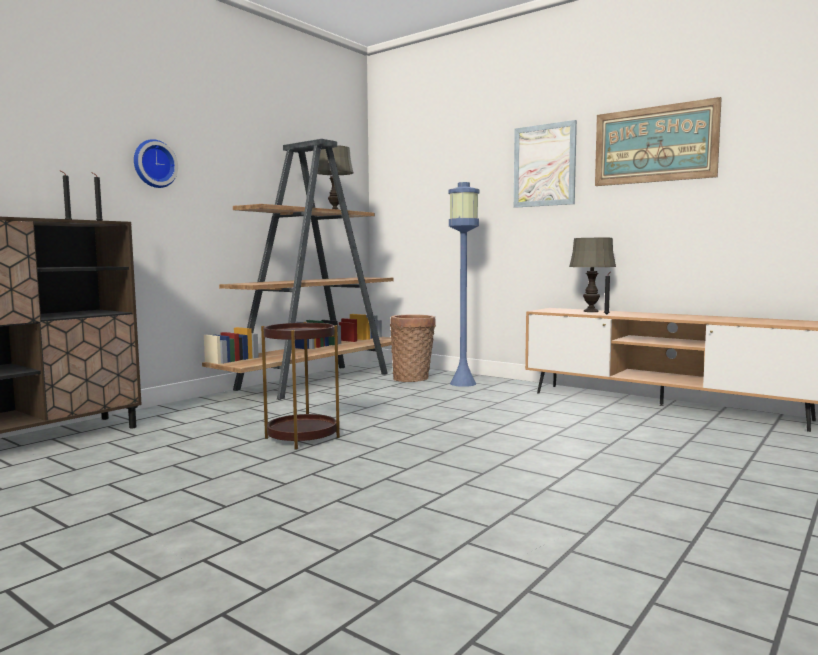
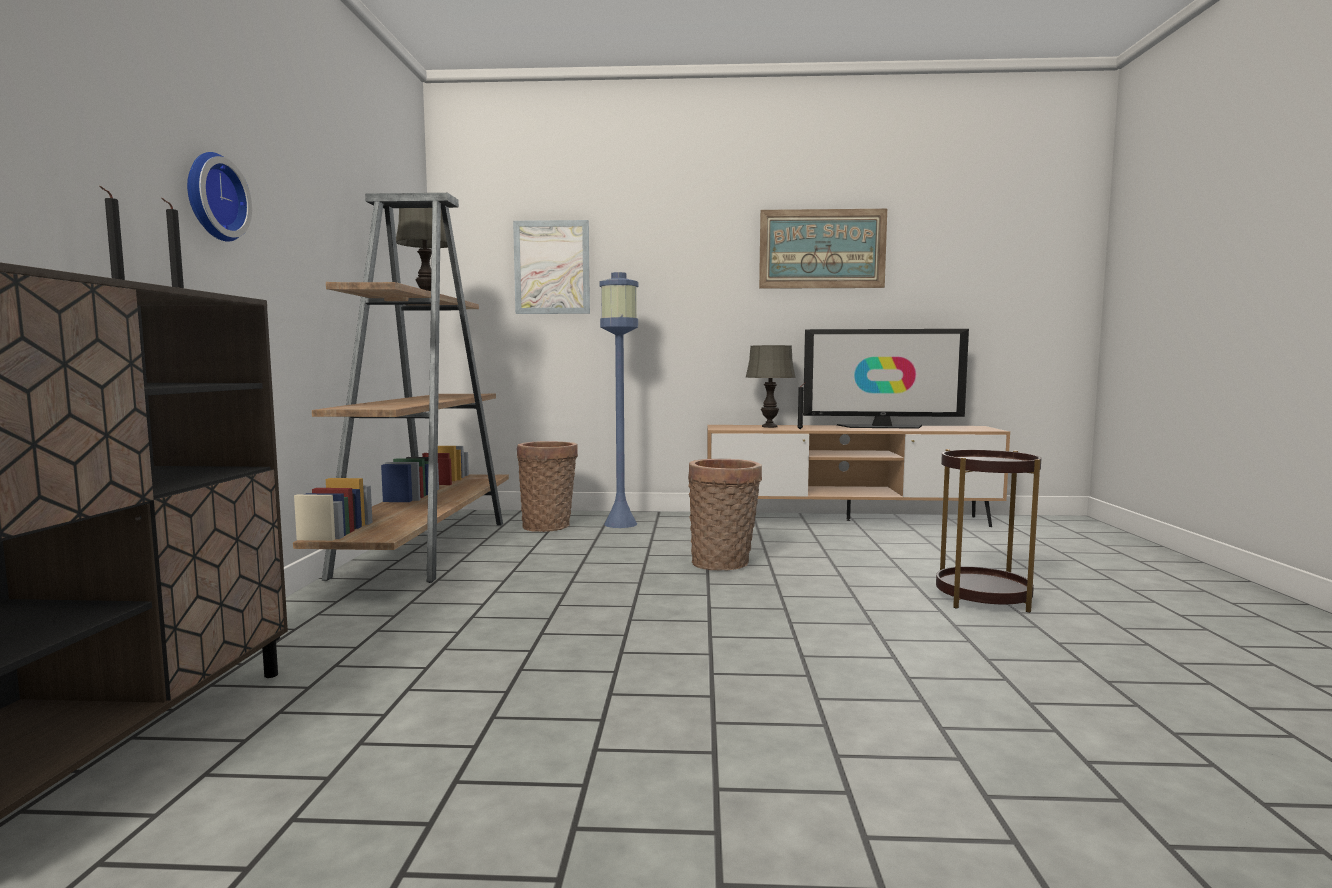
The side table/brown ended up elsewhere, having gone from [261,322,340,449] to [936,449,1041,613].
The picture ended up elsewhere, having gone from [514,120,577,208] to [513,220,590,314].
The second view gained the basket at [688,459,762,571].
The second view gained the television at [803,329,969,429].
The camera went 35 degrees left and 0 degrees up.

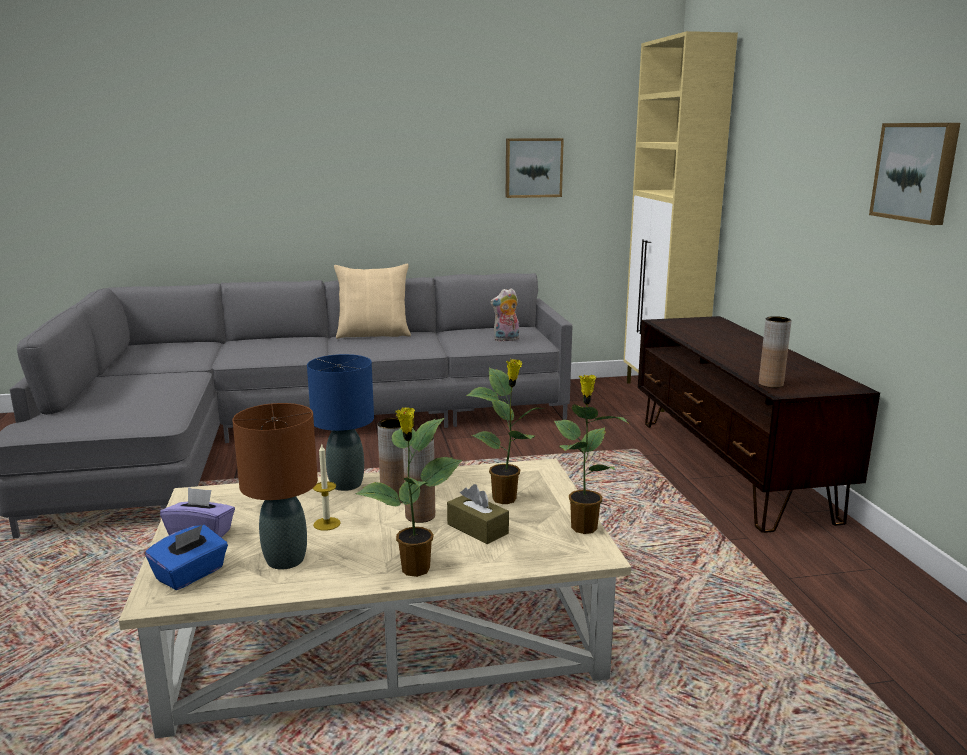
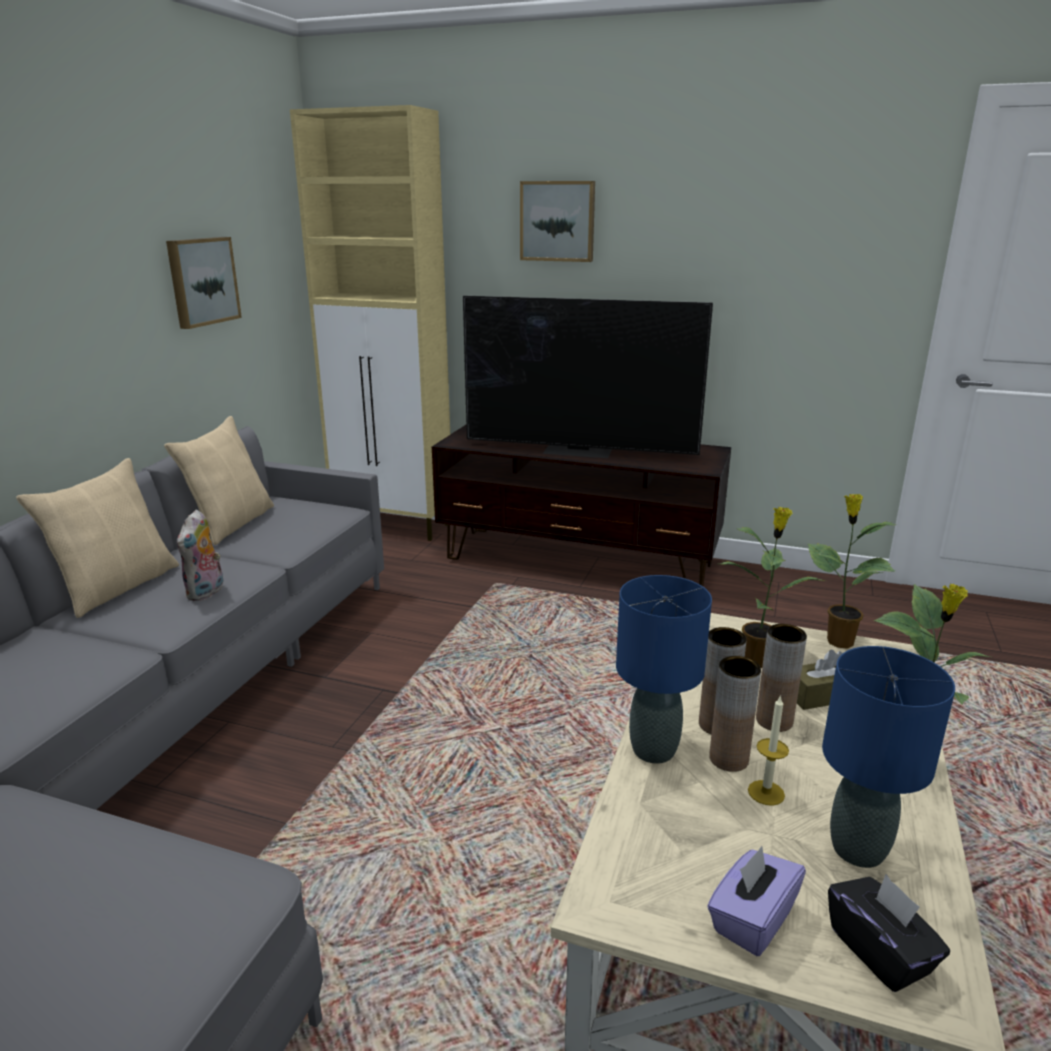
What was the tissue box/blue at [145,525,228,590] turned into the tissue box/black at [828,874,950,992].
What was the table lamp/brown at [232,403,318,569] turned into the table lamp/blue at [822,646,955,868].
The plush toy ended up elsewhere, having gone from [490,288,519,341] to [177,510,223,601].
The vase/brown ended up elsewhere, having gone from [759,316,792,388] to [709,656,761,772].
The picture ended up elsewhere, having gone from [869,123,960,225] to [520,181,595,262].
The second view gained the pillow/beige at [164,416,274,545].
The second view gained the television at [463,296,713,458].
The camera went 60 degrees left and 5 degrees up.

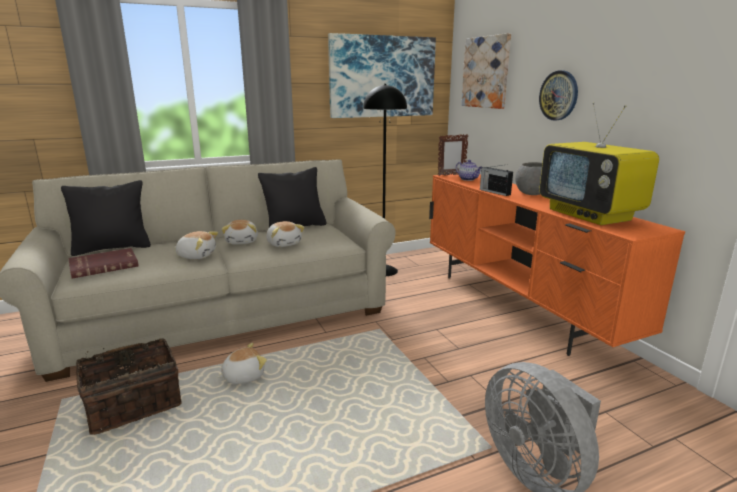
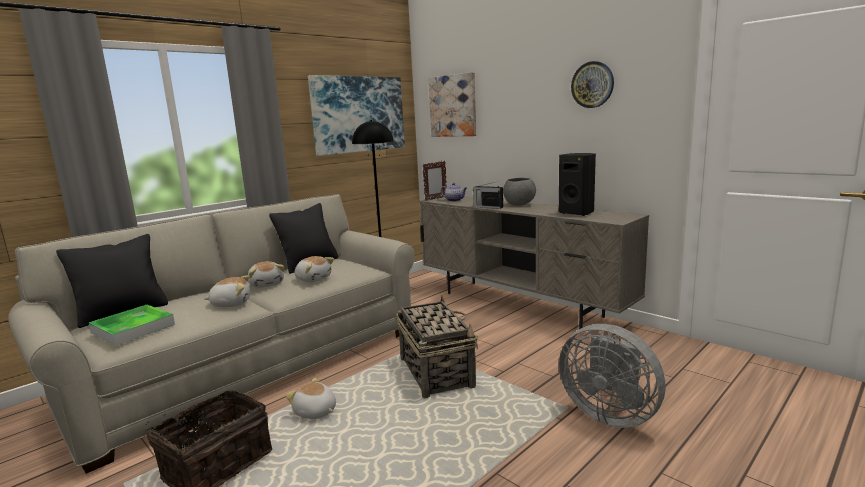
Where the book/red stood at [68,248,139,279], the tray came to stand at [89,305,175,346].
The plush toy at [217,343,267,384] ended up facing another way, 90 degrees counterclockwise from before.
What was the tv stand/orange at [429,174,685,356] turned into the tv stand/beige at [420,196,649,329].
The wall clock ended up elsewhere, having gone from [539,71,578,120] to [571,61,614,108].
Where the television stood at [539,102,659,225], the speaker/black came to stand at [559,153,596,216].
The second view gained the basket at [397,295,478,398].
The camera went 20 degrees left and 5 degrees down.

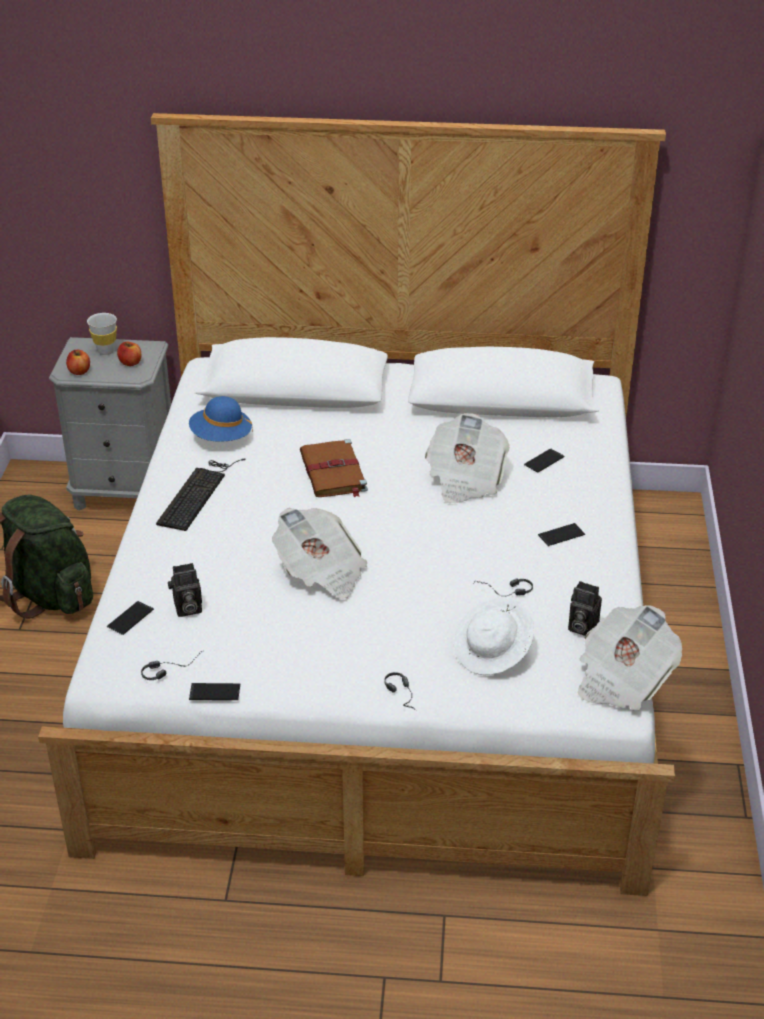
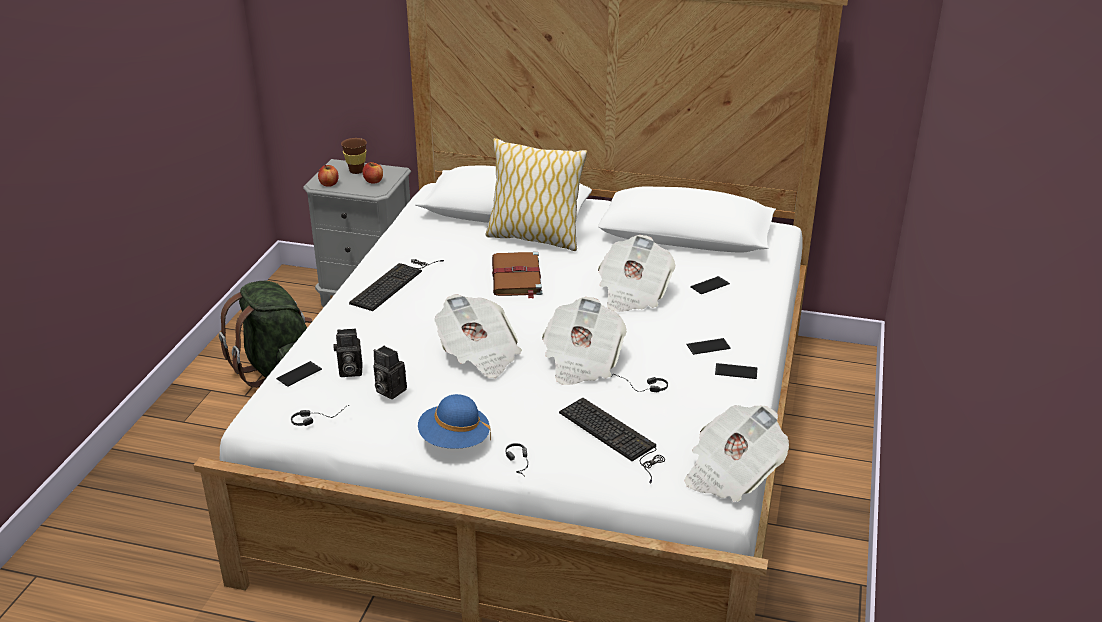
What was the cup/white at [87,313,117,355] turned into the cup/brown at [341,138,367,174].
The hat/blue ended up elsewhere, having gone from [189,396,253,442] to [418,394,491,449].
The phone ended up elsewhere, having gone from [189,683,240,700] to [715,363,758,379].
Where the hat/white stood at [454,598,534,675], the keyboard came to stand at [559,398,665,484].
The photo camera ended up elsewhere, having gone from [568,581,602,636] to [374,346,407,399].
The second view gained the pillow at [485,138,587,251].
The second view gained the newspaper at [542,297,627,385].
The camera went 10 degrees right and 5 degrees down.

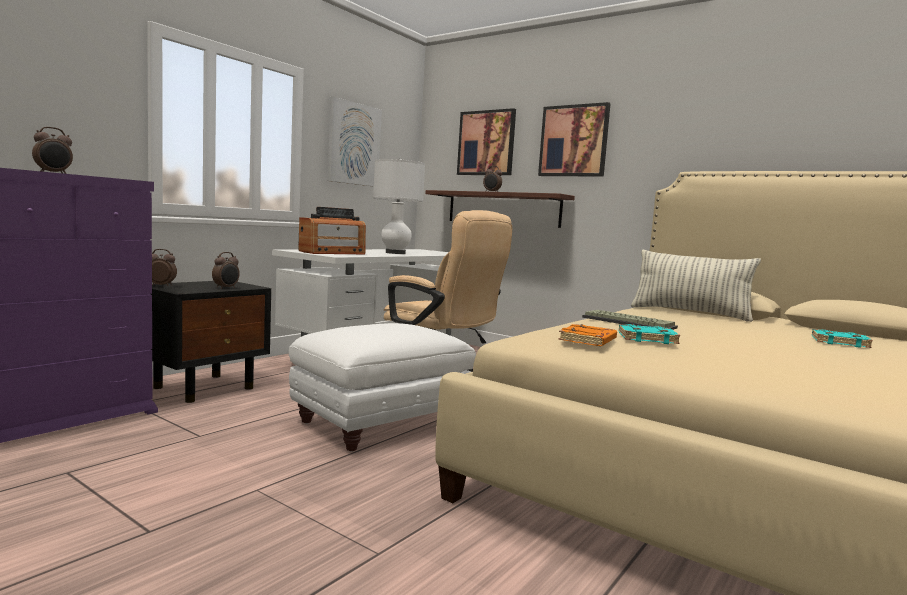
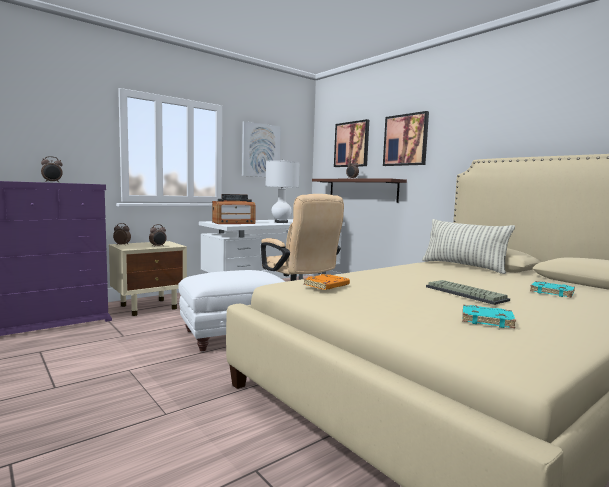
What was the nightstand/black at [150,281,271,403] turned into the nightstand/beige at [109,241,187,316].
The keyboard ended up elsewhere, having gone from [582,310,678,330] to [426,280,510,305].
The book/turquoise ended up elsewhere, having gone from [619,324,680,344] to [462,305,516,328].
The camera went 15 degrees right and 0 degrees up.

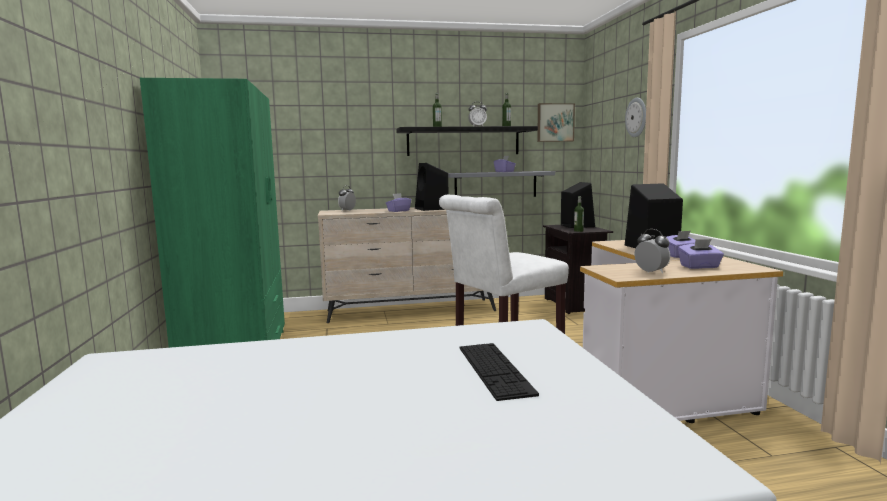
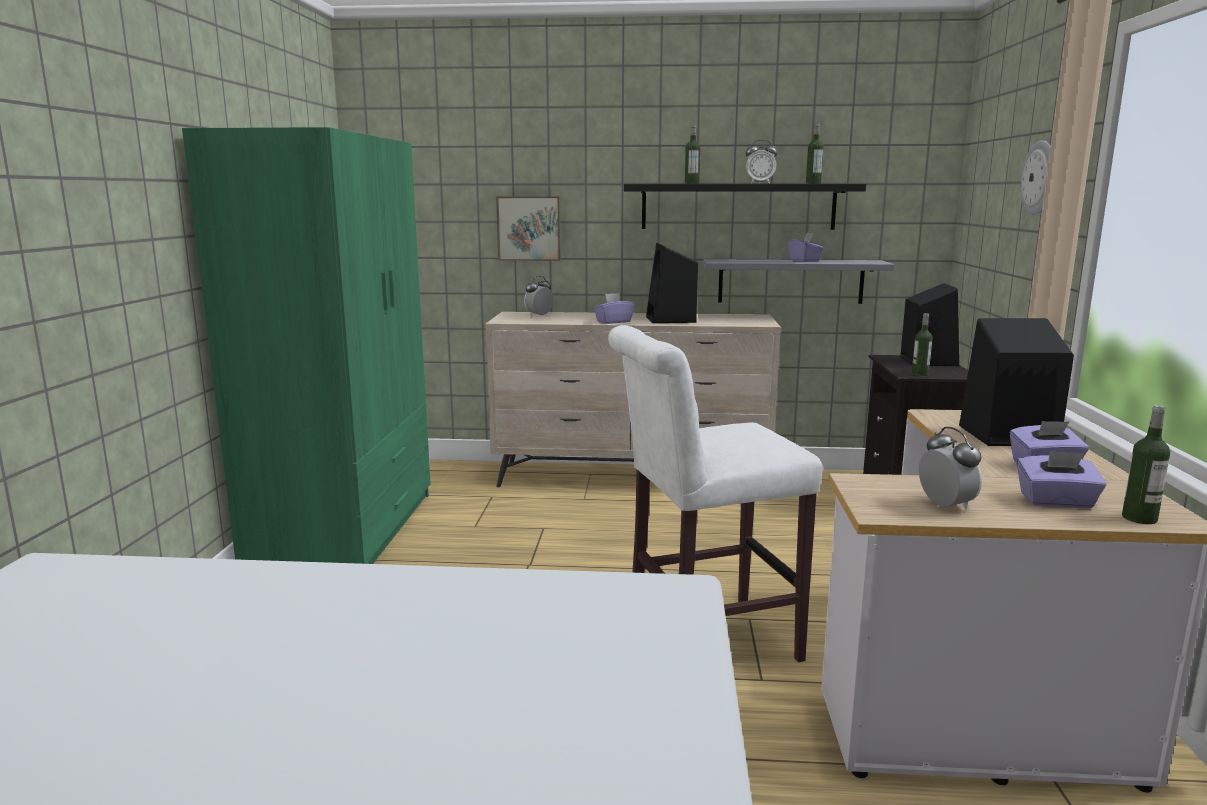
The second view lost the keyboard at [459,343,539,401].
The picture ended up elsewhere, having gone from [537,103,575,142] to [496,197,561,261].
The second view gained the bottle at [1122,405,1170,524].
The camera went 15 degrees right and 5 degrees up.

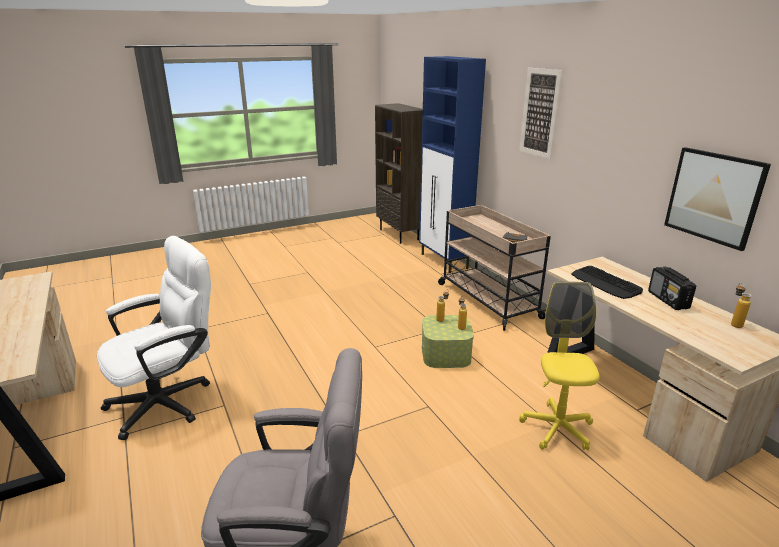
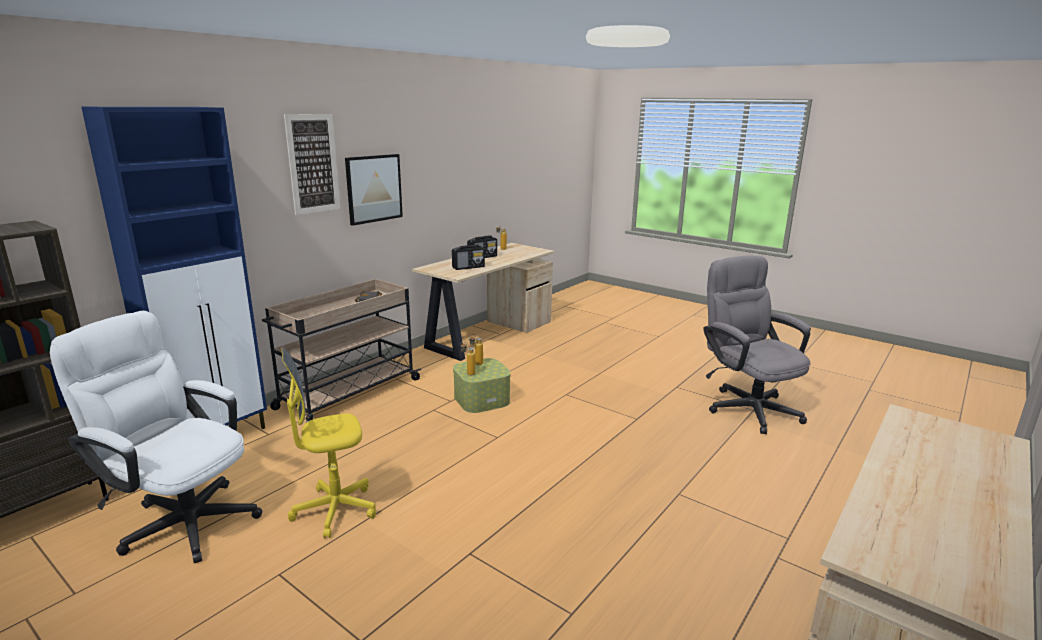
The office chair/white ended up elsewhere, having gone from [97,236,211,440] to [50,311,262,563].
The office chair/yellow ended up elsewhere, having gone from [519,281,600,450] to [281,347,376,538].
Where the keyboard stood at [571,266,643,299], the radio came to stand at [452,245,485,270].
The picture ended up elsewhere, having gone from [664,147,771,251] to [345,154,403,226].
The camera went 115 degrees left and 5 degrees down.

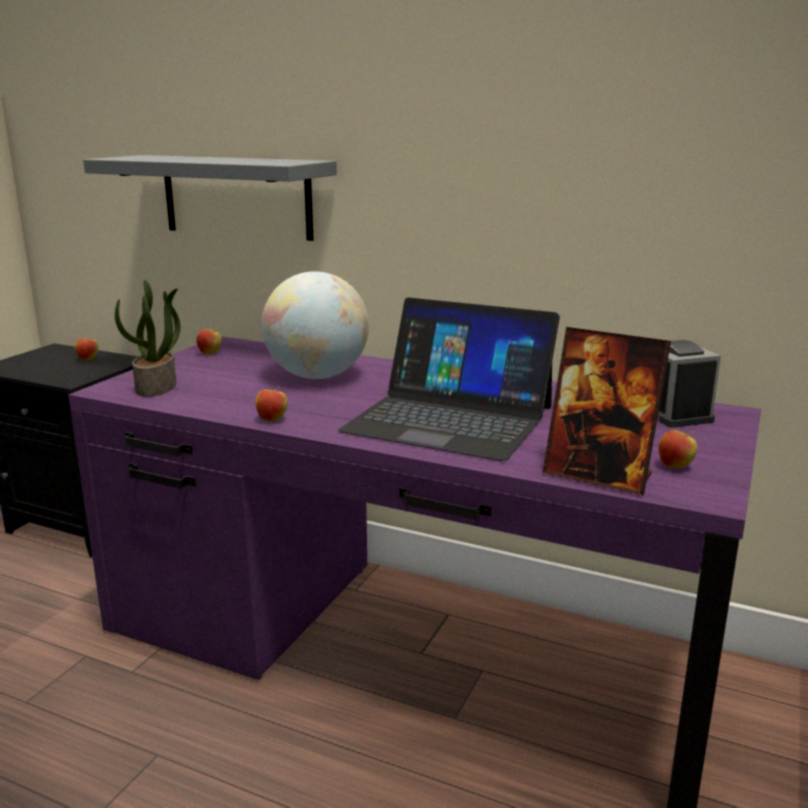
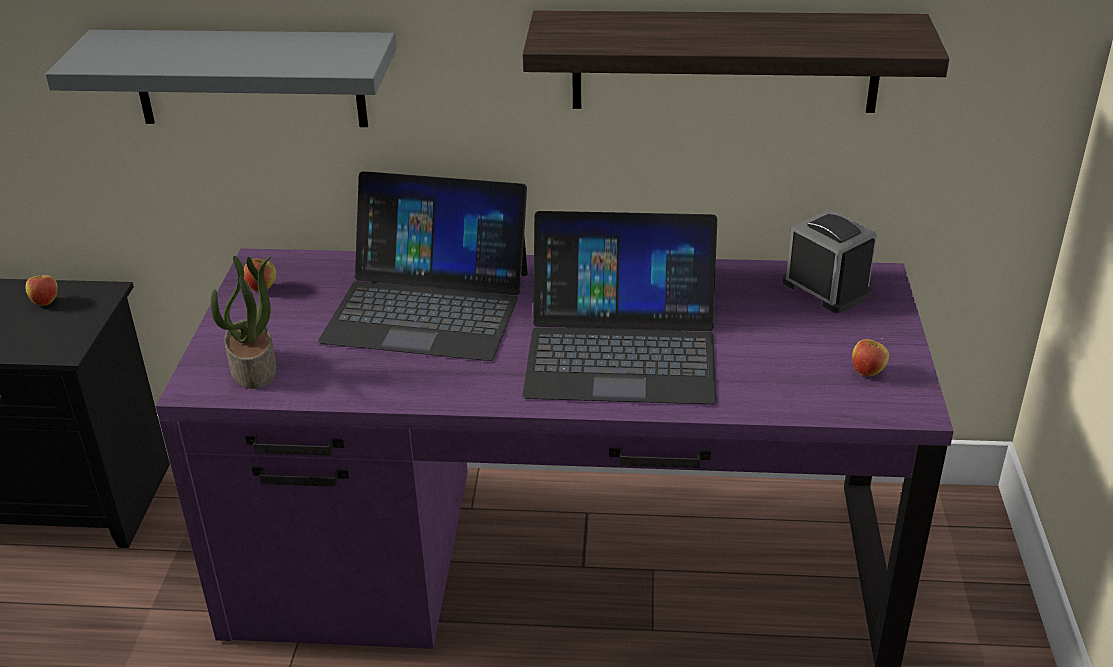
The second view lost the apple at [255,386,288,422].
Where the globe stood at [262,271,369,379], the laptop came to stand at [318,171,528,361].
The second view lost the picture frame at [542,327,671,495].
The second view gained the shelf at [522,10,949,113].
The camera went 20 degrees left and 15 degrees up.

